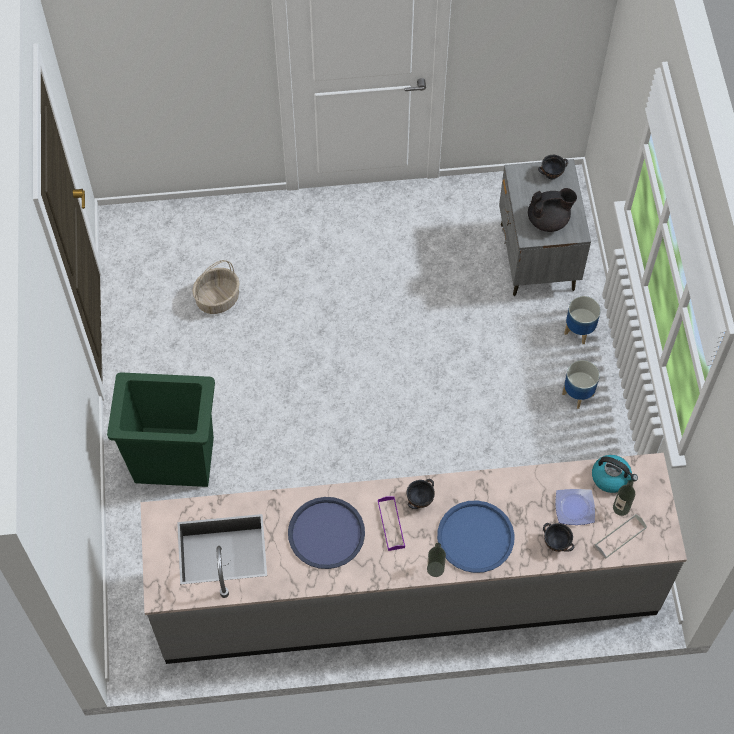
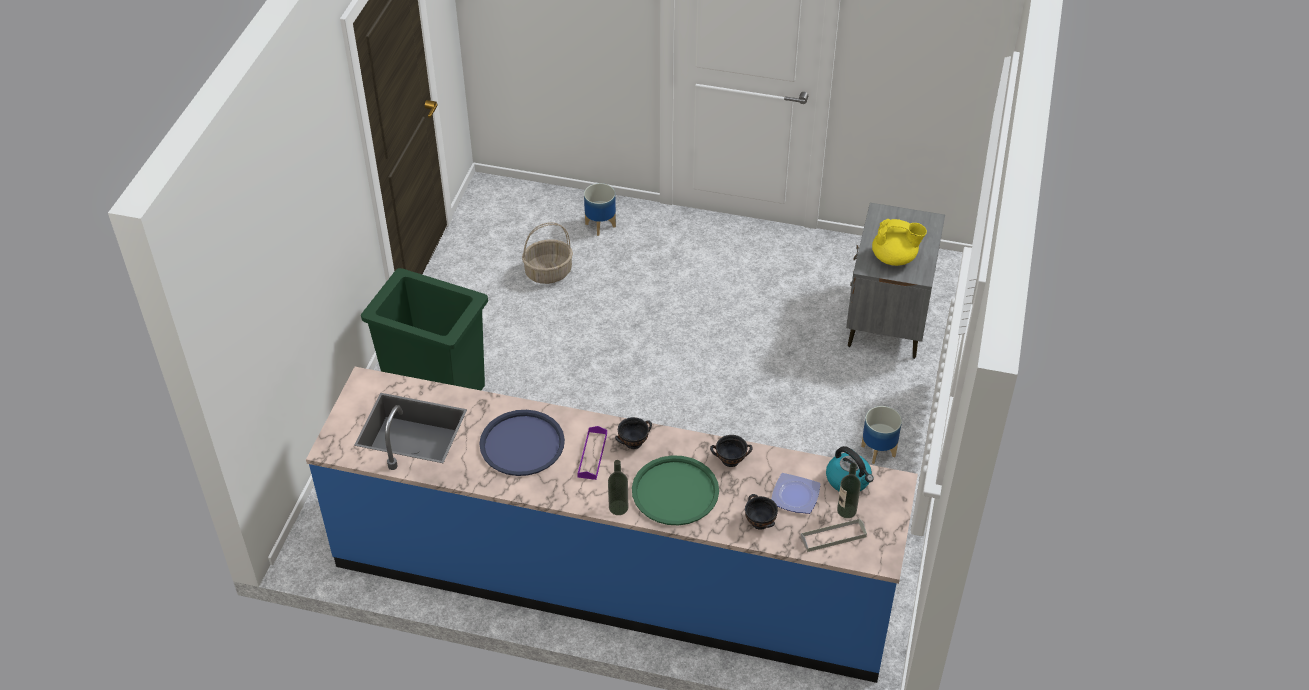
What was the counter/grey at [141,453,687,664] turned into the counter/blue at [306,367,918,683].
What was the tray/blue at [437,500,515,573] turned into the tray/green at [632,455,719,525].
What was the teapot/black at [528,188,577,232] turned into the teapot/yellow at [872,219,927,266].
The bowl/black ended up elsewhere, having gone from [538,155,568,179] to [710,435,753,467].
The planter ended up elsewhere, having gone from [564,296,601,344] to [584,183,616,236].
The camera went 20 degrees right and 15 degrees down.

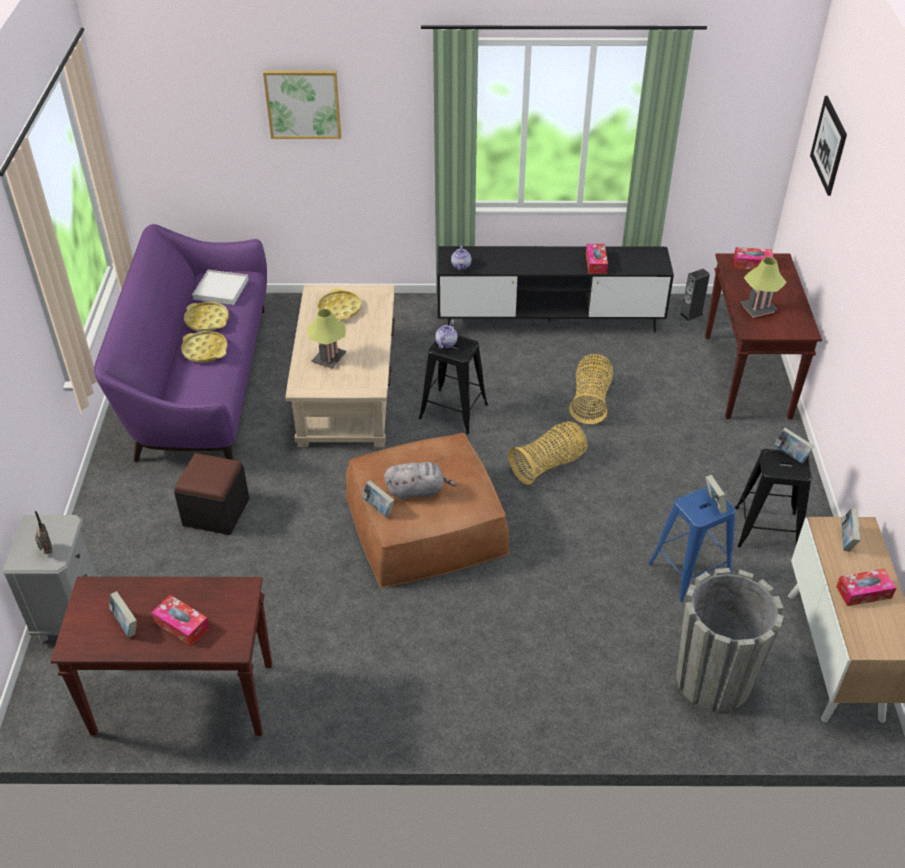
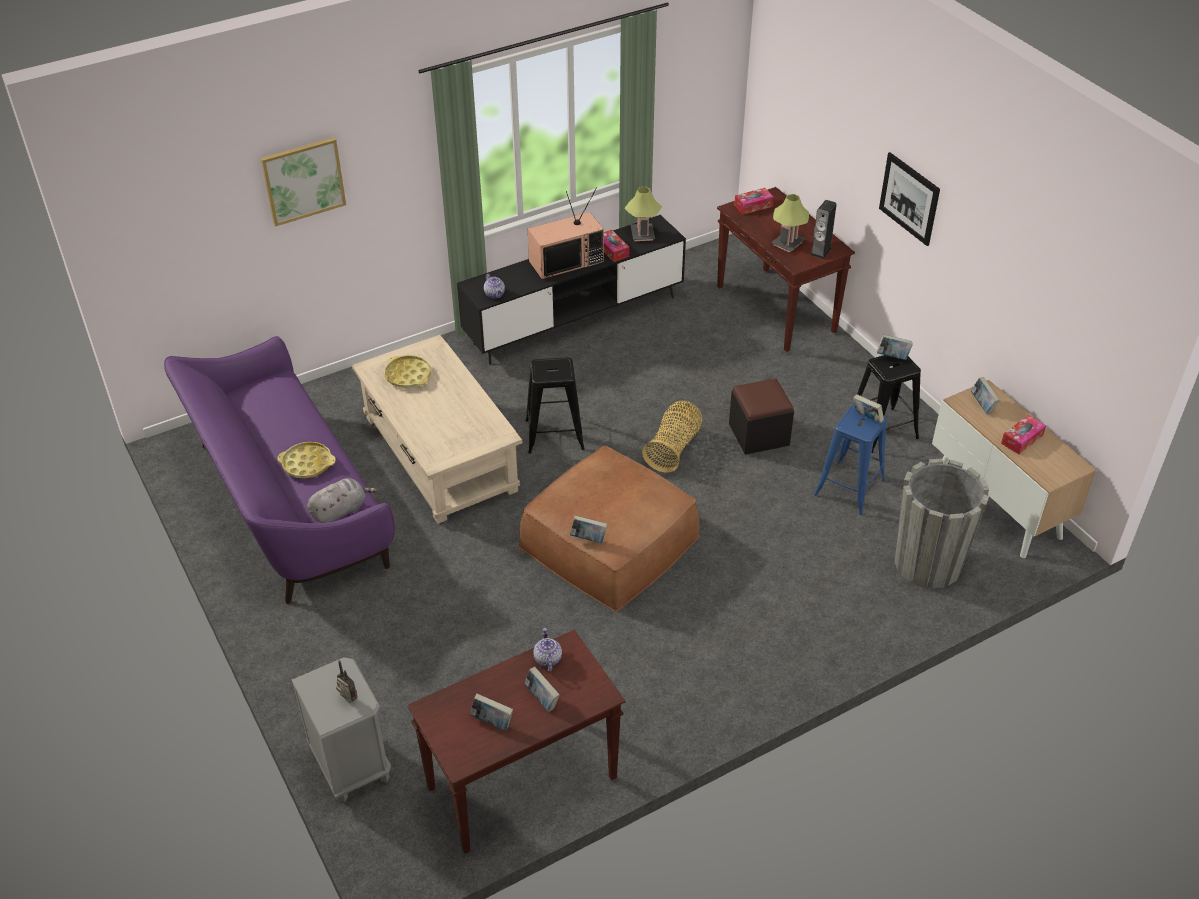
Where the tissue box stood at [151,595,210,646], the book came to stand at [524,667,560,712].
The ottoman/black ended up elsewhere, having gone from [174,453,249,535] to [729,378,794,455].
The second view lost the tray/yellow at [184,302,229,331].
The second view lost the tray/white at [192,270,248,305].
The table lamp ended up elsewhere, having gone from [308,309,347,369] to [625,187,662,241].
The plush toy/grey ended up elsewhere, having gone from [384,462,457,500] to [307,478,378,523].
The teapot ended up elsewhere, having gone from [435,320,458,349] to [533,628,562,672].
The second view lost the basket at [569,354,613,424].
The speaker ended up elsewhere, having gone from [680,269,710,321] to [810,200,837,259].
The picture ended up elsewhere, having gone from [810,96,847,196] to [879,152,940,246].
The second view gained the television at [528,187,604,279].
The camera went 30 degrees left and 0 degrees up.

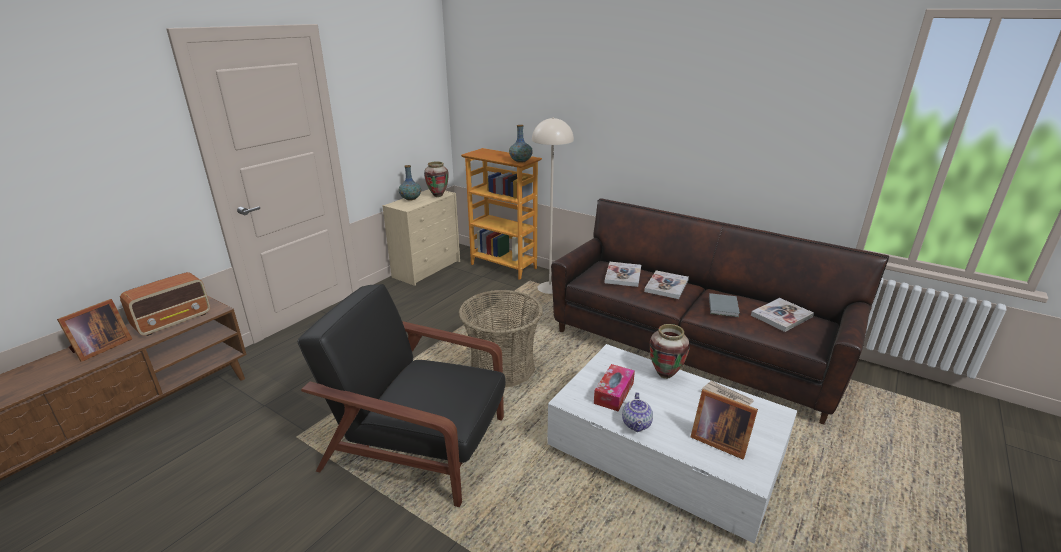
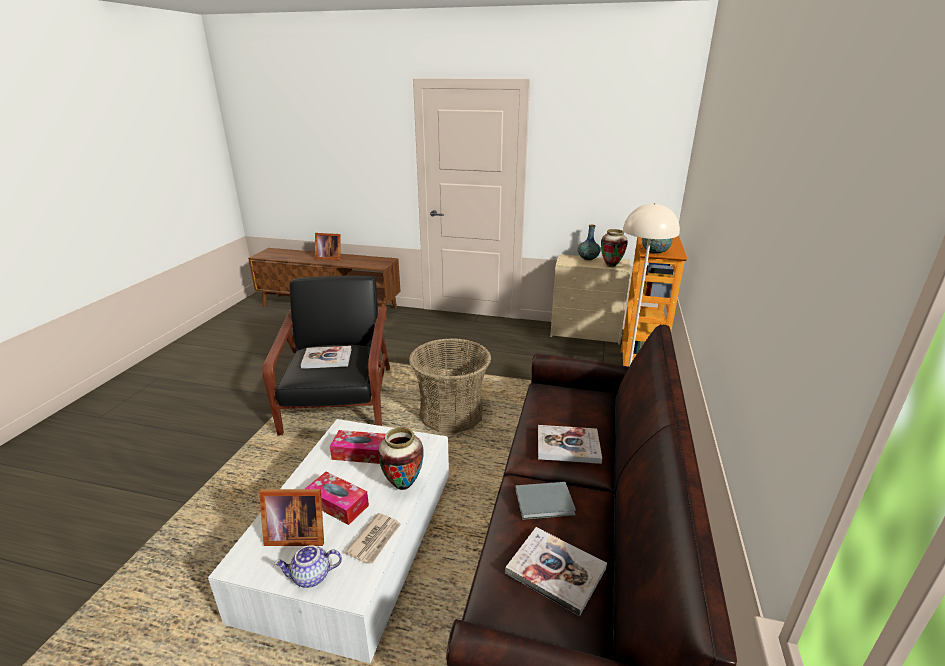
The second view lost the radio at [120,272,210,336].
The book ended up elsewhere, having gone from [604,262,641,287] to [301,346,352,369].
The teapot ended up elsewhere, having gone from [622,392,653,432] to [274,545,342,588].
The picture frame at [691,389,758,459] ended up facing another way, 105 degrees counterclockwise from before.
The second view gained the tissue box at [305,472,369,525].
The camera went 70 degrees right and 0 degrees up.

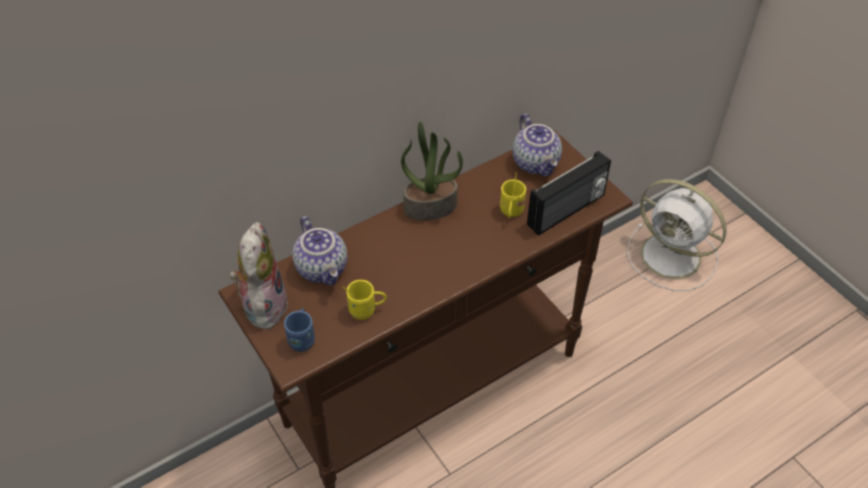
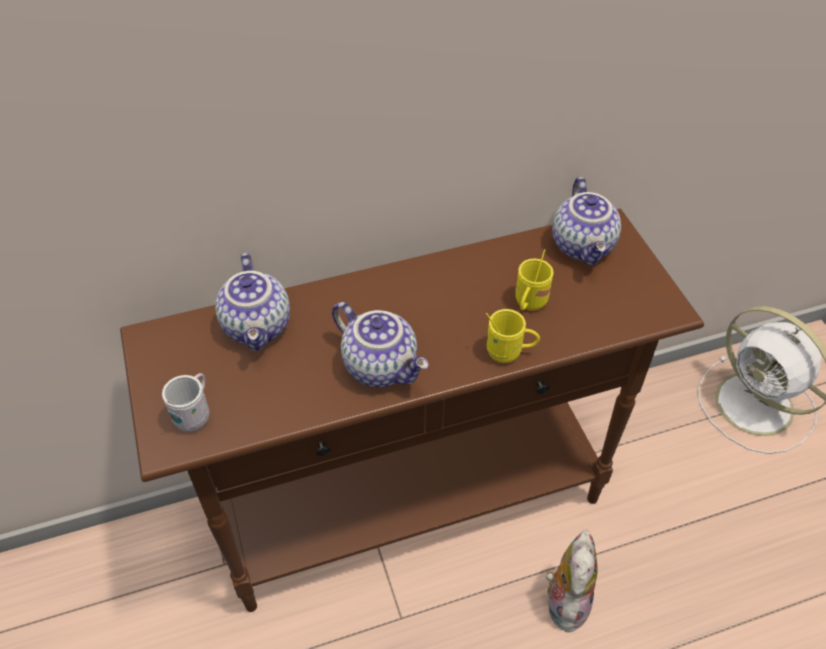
The plush toy ended up elsewhere, having gone from [229,222,288,329] to [545,529,598,634].
What was the mug/blue at [284,308,315,352] turned into the mug/white at [162,373,209,432].
The mug/yellow ended up elsewhere, having gone from [343,280,387,320] to [486,309,540,363].
The second view lost the potted plant at [401,122,463,221].
The second view lost the radio at [527,151,611,236].
The second view gained the teapot at [332,302,429,387].
The camera went 15 degrees right and 0 degrees up.

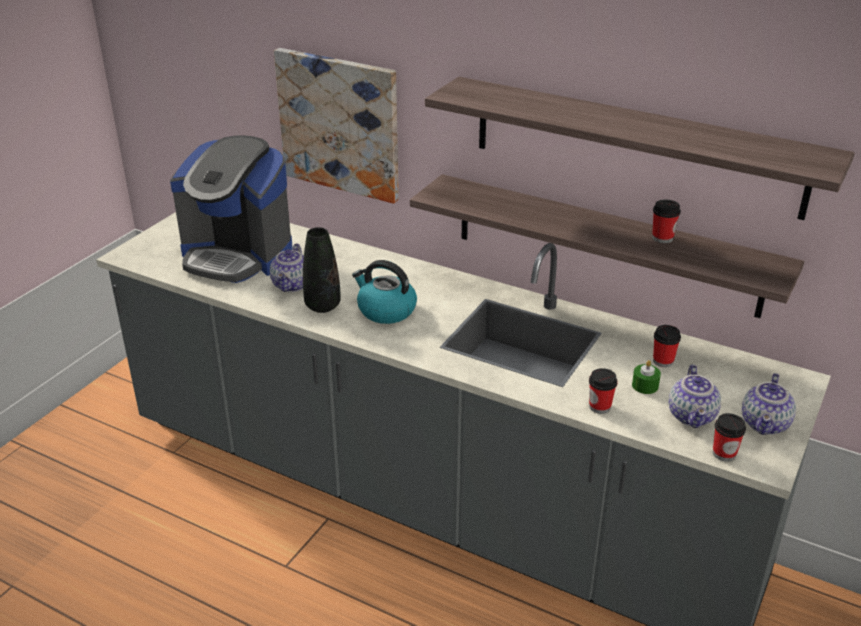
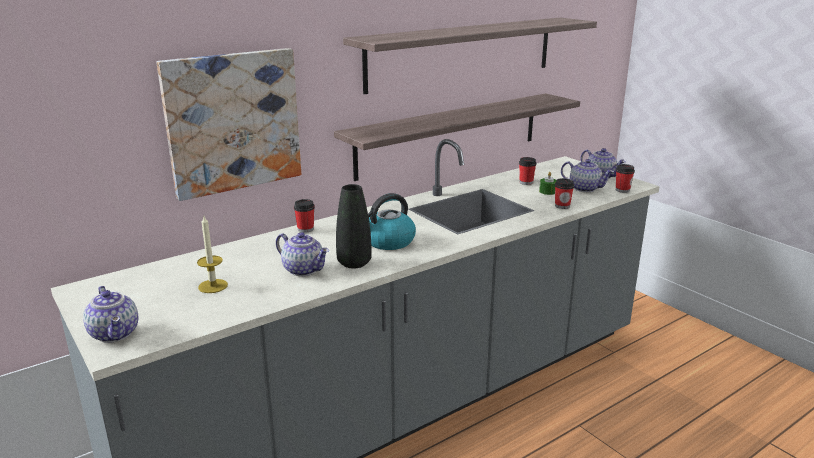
Where the coffee machine stood at [170,135,292,283], the candle came to stand at [197,216,228,293].
The cup ended up elsewhere, having gone from [652,199,681,243] to [294,199,315,233].
The second view gained the teapot at [83,286,138,343].
The camera went 65 degrees left and 10 degrees down.

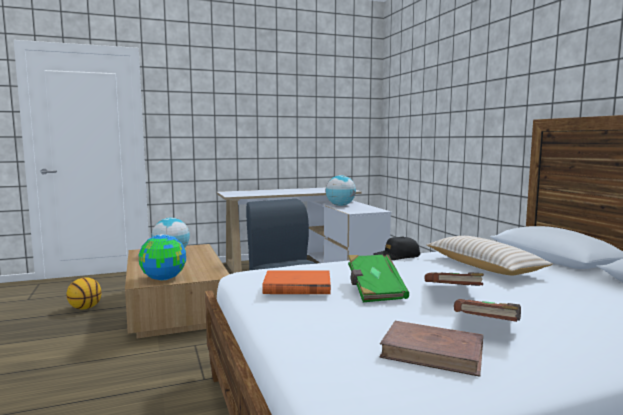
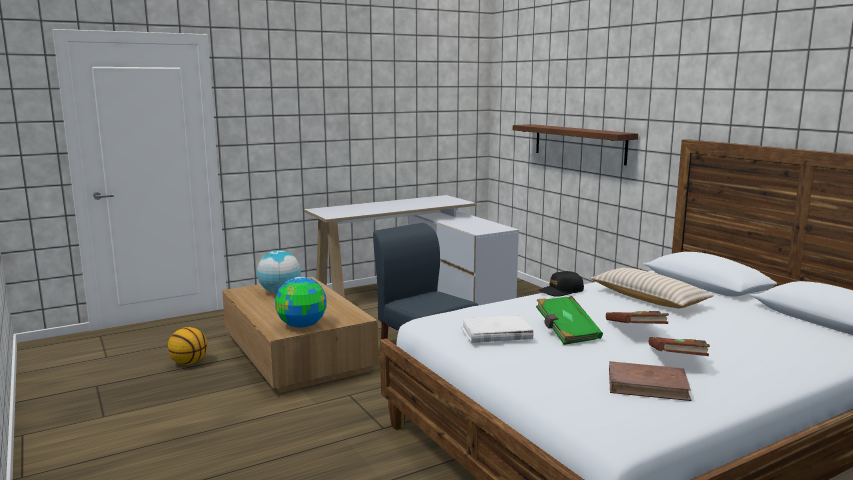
What was the book/orange at [262,270,331,294] turned into the book/white at [461,315,533,343].
The second view lost the globe at [326,175,356,206].
The second view gained the shelf at [513,124,638,165].
The camera went 10 degrees left and 5 degrees up.

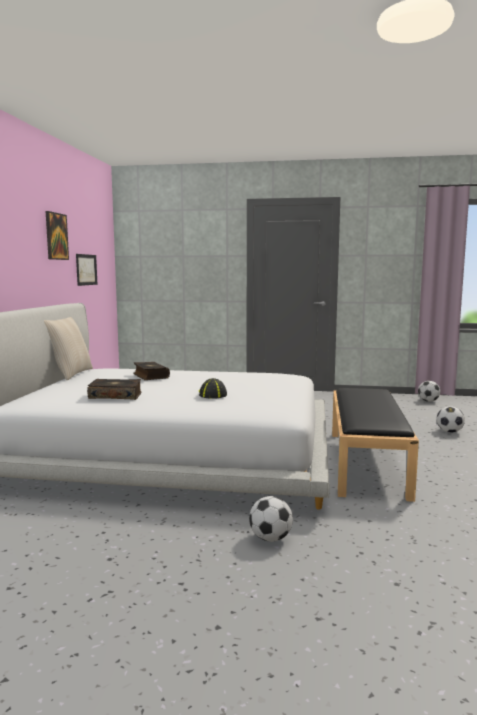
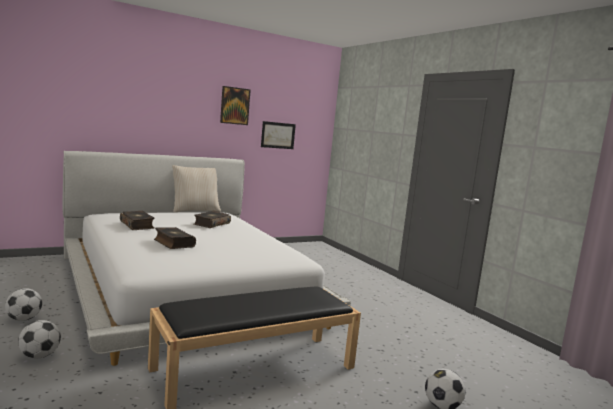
Where the cap stood at [198,378,227,399], the book came to stand at [154,227,196,249].
The football ended up elsewhere, having gone from [418,381,440,402] to [5,288,42,321].
The camera went 50 degrees right and 0 degrees up.

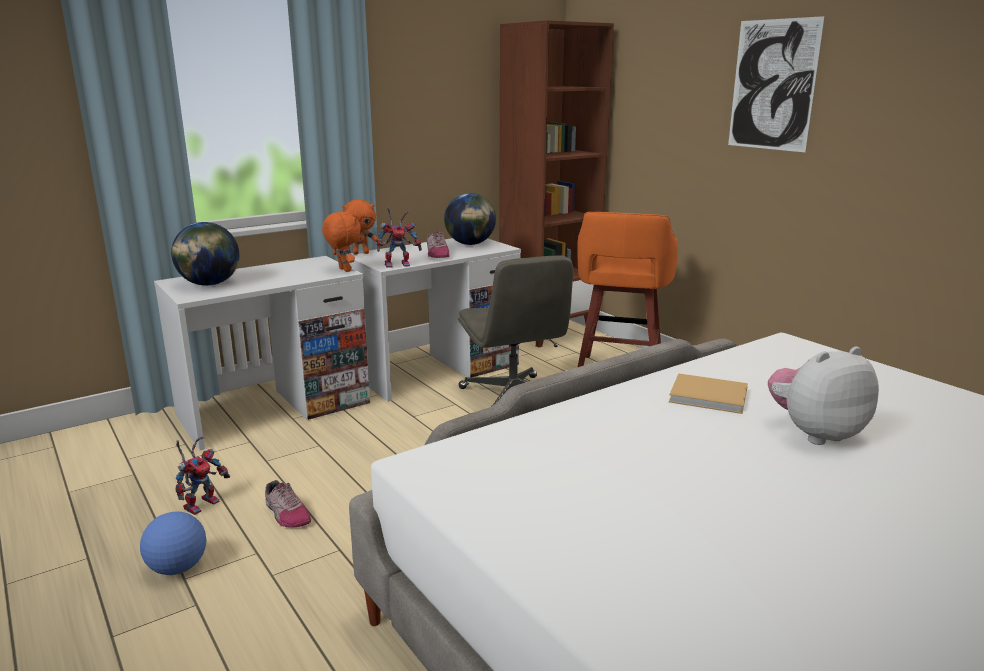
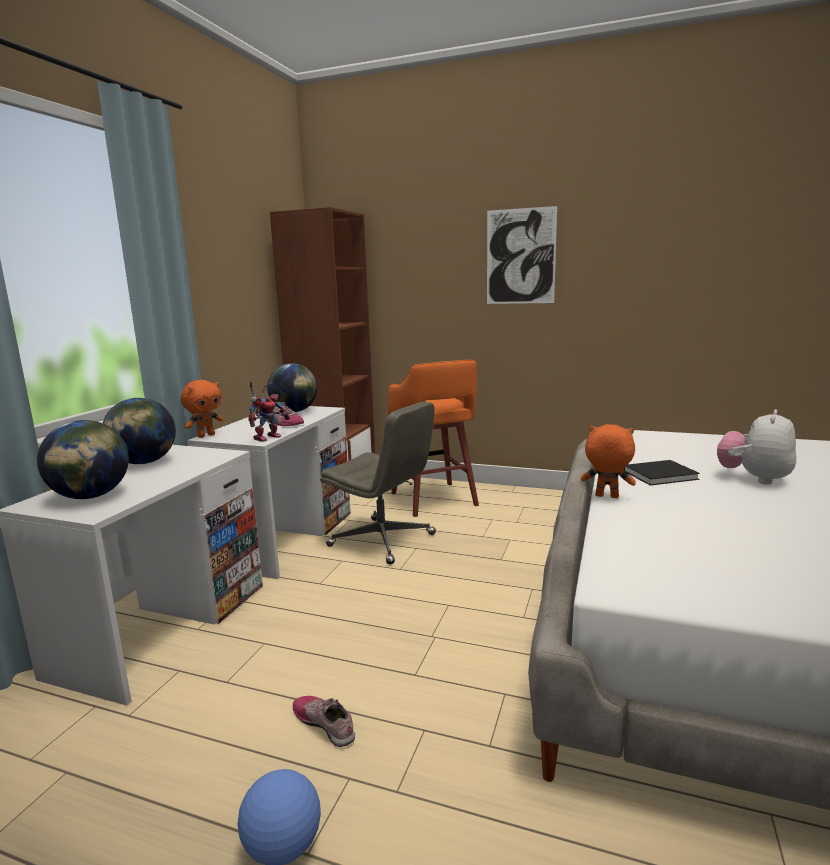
The second view lost the toy robot at [176,436,230,515].
The shoe at [265,480,311,528] ended up facing another way, 150 degrees counterclockwise from before.
The plush toy/orange ended up elsewhere, having gone from [322,212,361,272] to [581,424,636,498].
What was the book/beige at [669,373,748,414] turned into the book/black at [623,460,700,486].
The second view gained the globe at [103,398,176,464].
The camera went 35 degrees left and 5 degrees down.

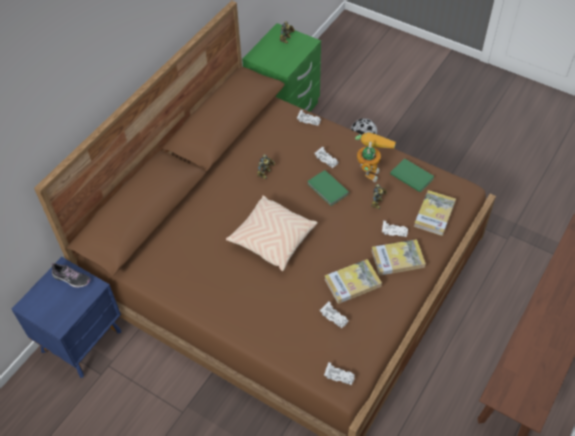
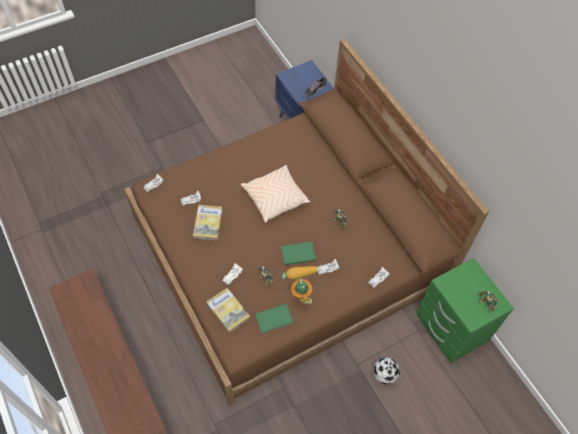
The toy robot at [355,132,396,182] ended up facing another way, 150 degrees counterclockwise from before.
The second view lost the book at [371,239,426,276].
The camera went 115 degrees right and 5 degrees up.

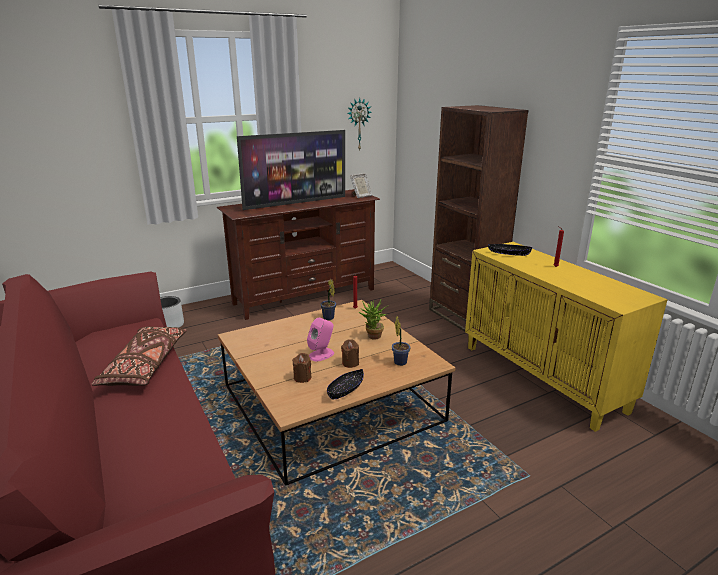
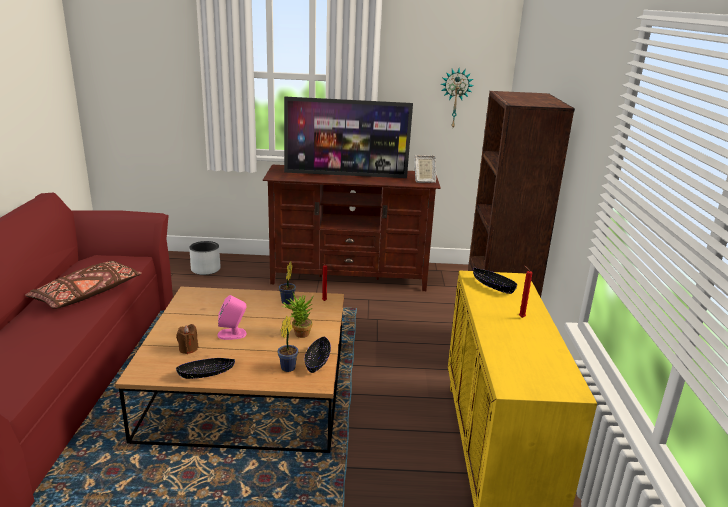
The second view lost the candle/brown at [341,339,359,368].
The second view gained the bowl/black at [304,336,331,373].
The camera went 30 degrees right and 0 degrees up.

